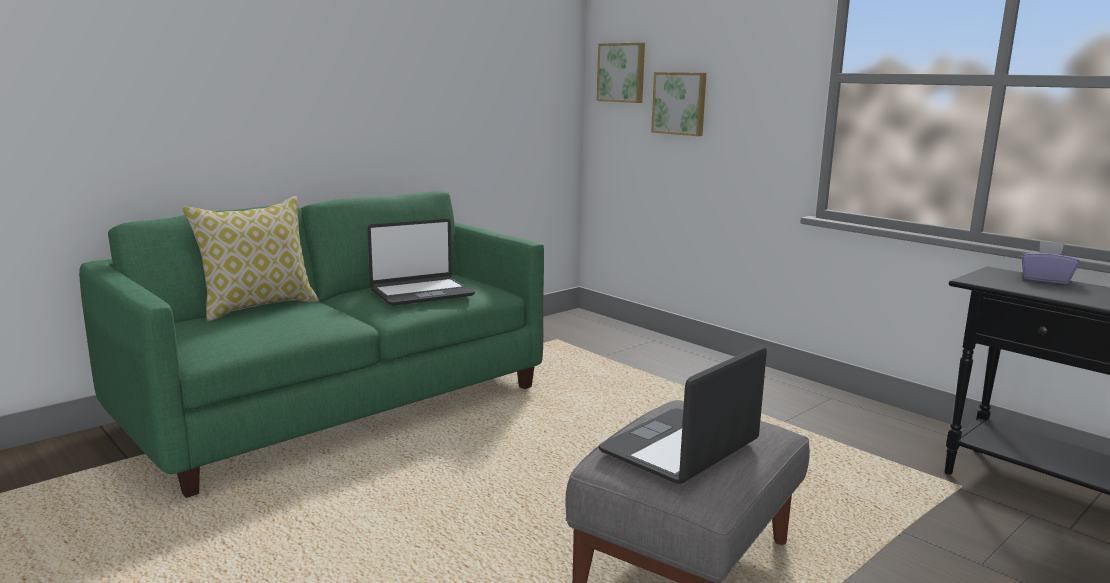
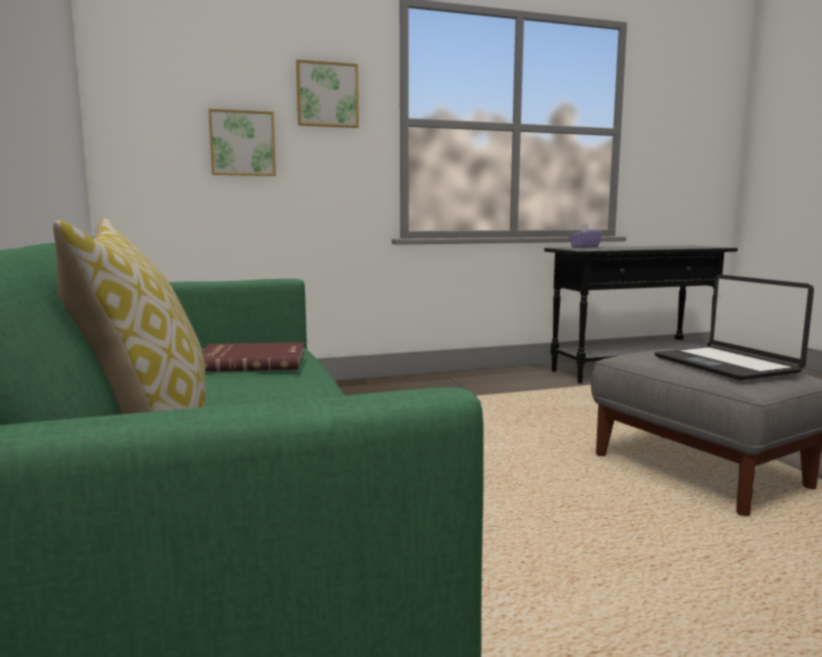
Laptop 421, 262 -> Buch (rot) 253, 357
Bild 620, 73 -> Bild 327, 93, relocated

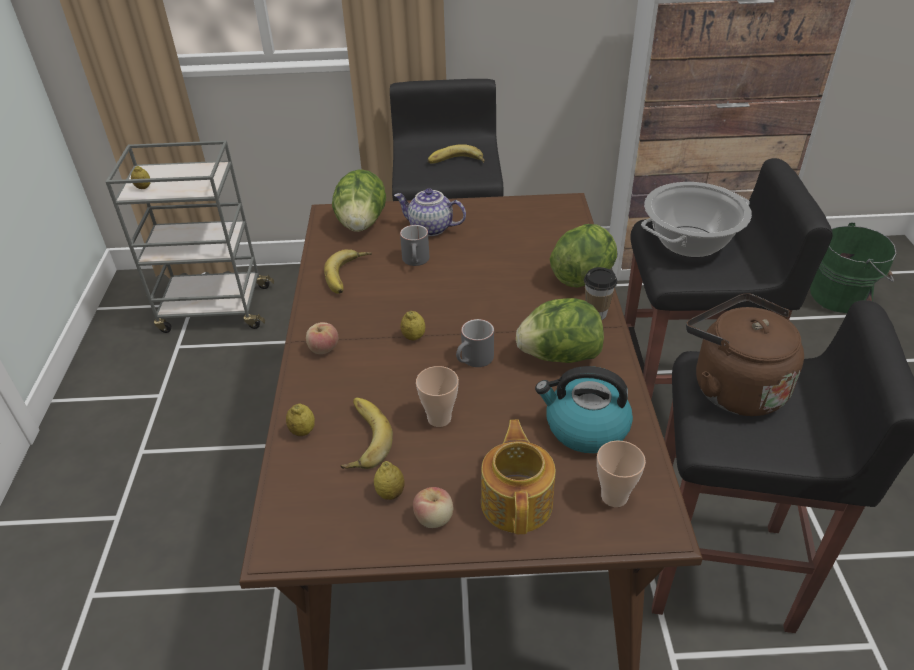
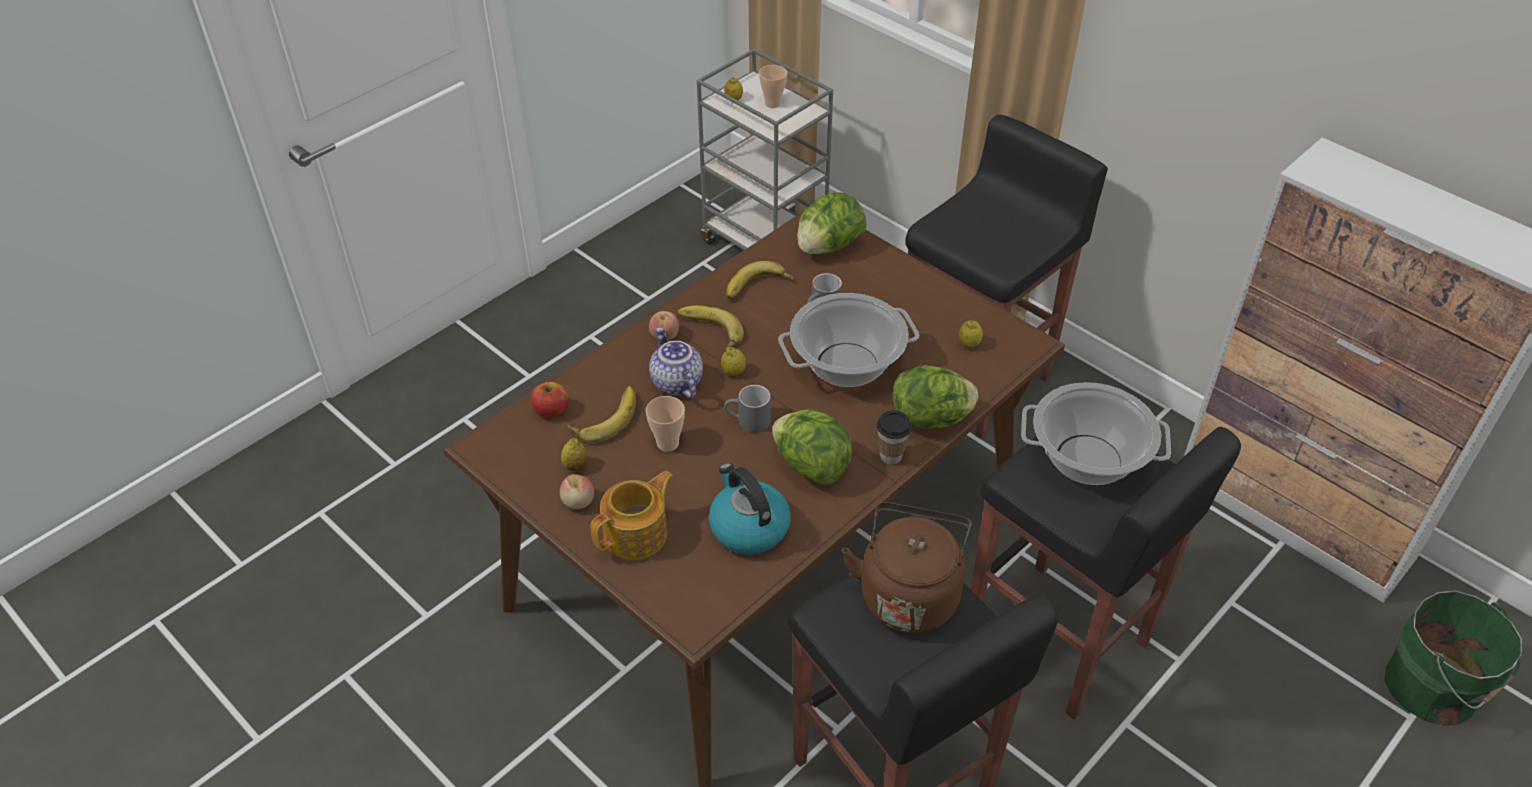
Zitrone 300, 420 -> Zitrone 971, 334, relocated
Teekanne 430, 212 -> Teekanne 676, 363, relocated
Banane 456, 153 -> Banane 711, 328, relocated
Tasse 621, 473 -> Tasse 773, 86, relocated
none -> Apfel 549, 400
none -> Kochtopf 848, 340

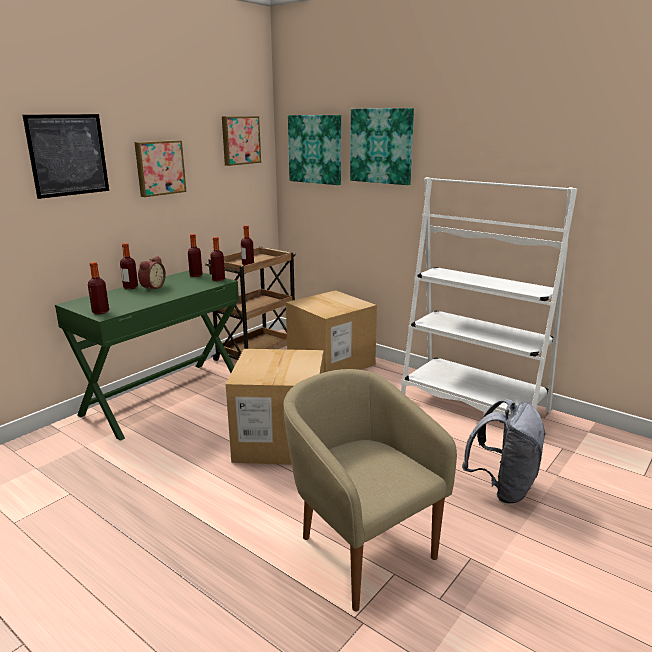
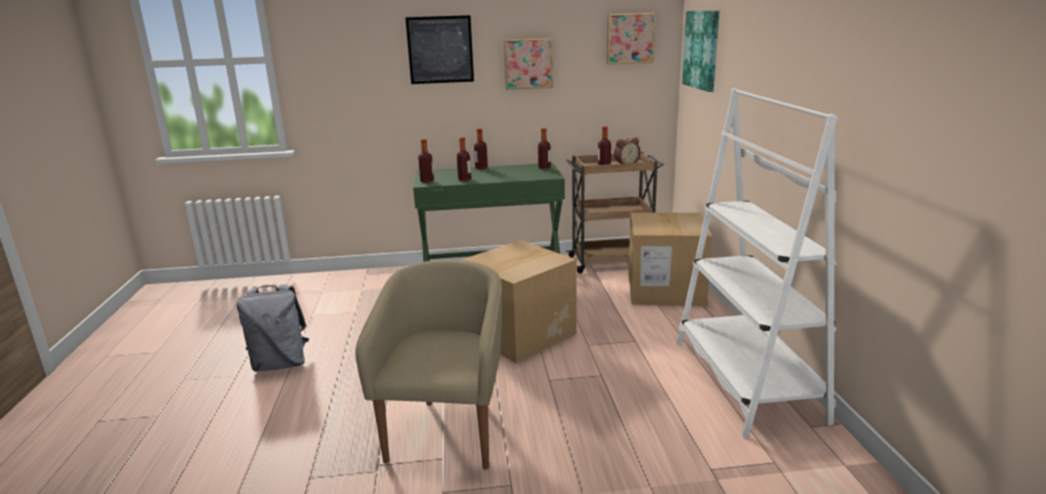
Wecker 152, 273 -> Wecker 627, 150, relocated
Flasche 217, 259 -> Flasche 464, 159, relocated
Bild 382, 146 -> none
Rucksack (grau) 504, 451 -> Rucksack (grau) 273, 328, relocated

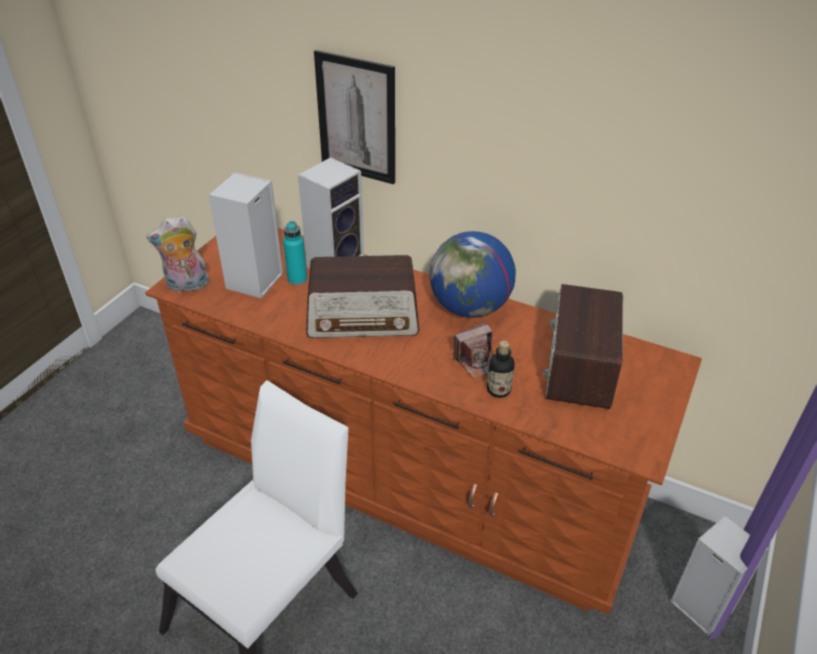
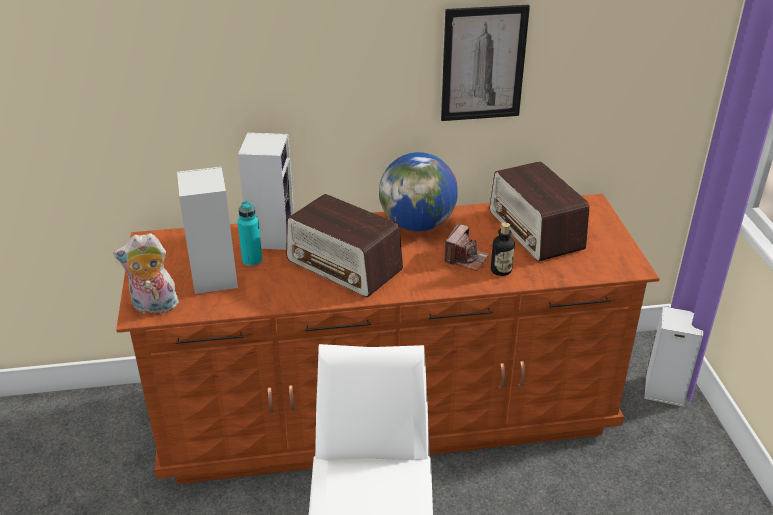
Plüschtier 178, 253 -> Plüschtier 146, 273, 45 degrees clockwise
Radio 362, 296 -> Radio 344, 245, 75 degrees clockwise
Bild 354, 117 -> Bild 485, 63, relocated

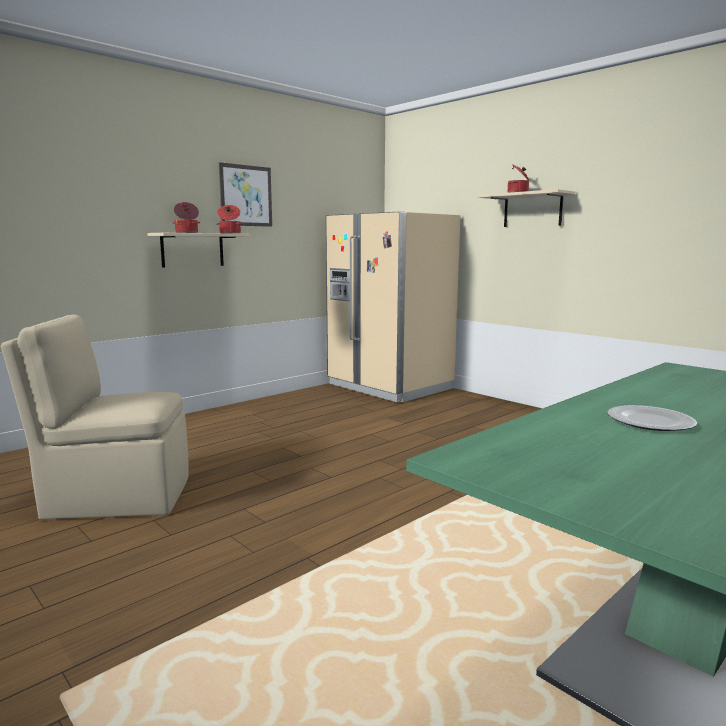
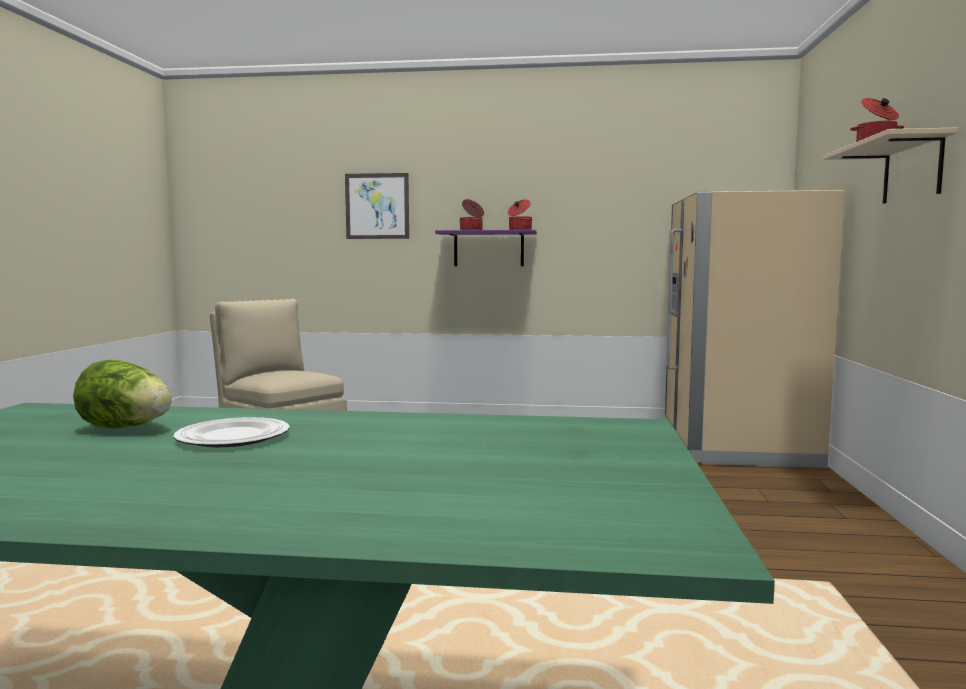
Wandregal (beige) 198, 250 -> Wandregal (lila) 486, 248
Bild 245, 194 -> Bild 377, 206, relocated
none -> Salatkopf 122, 394

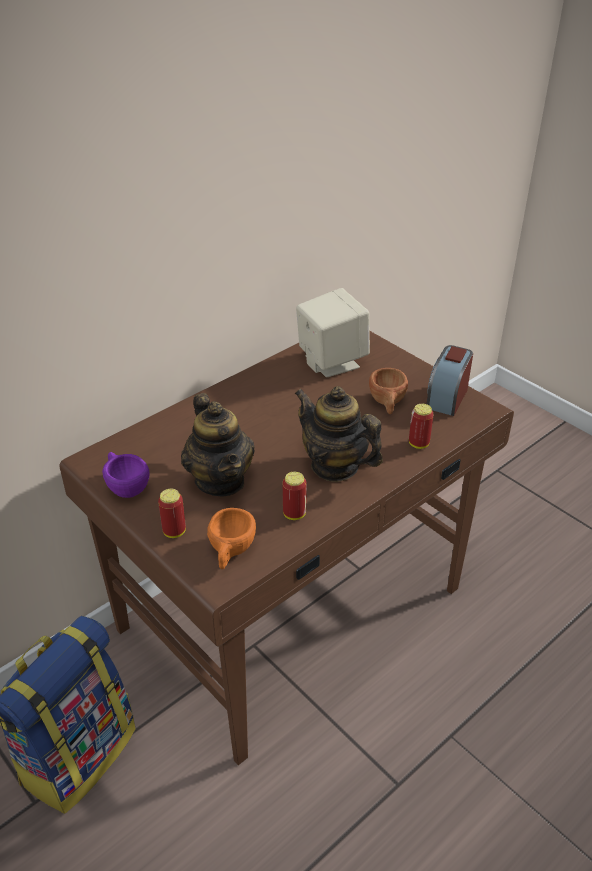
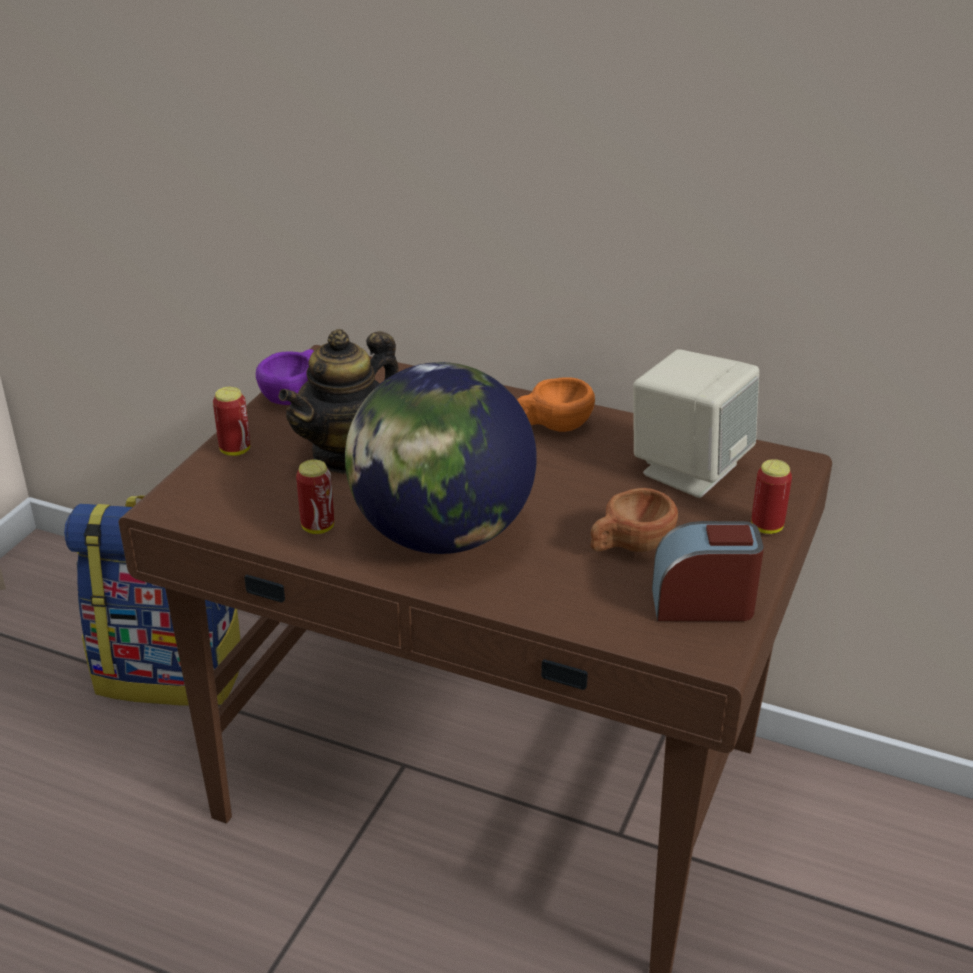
Tasse (orange) 231, 538 -> Tasse (orange) 556, 404, relocated
Teekanne 338, 434 -> Globus 441, 458
Dose 421, 426 -> Dose 771, 496, relocated

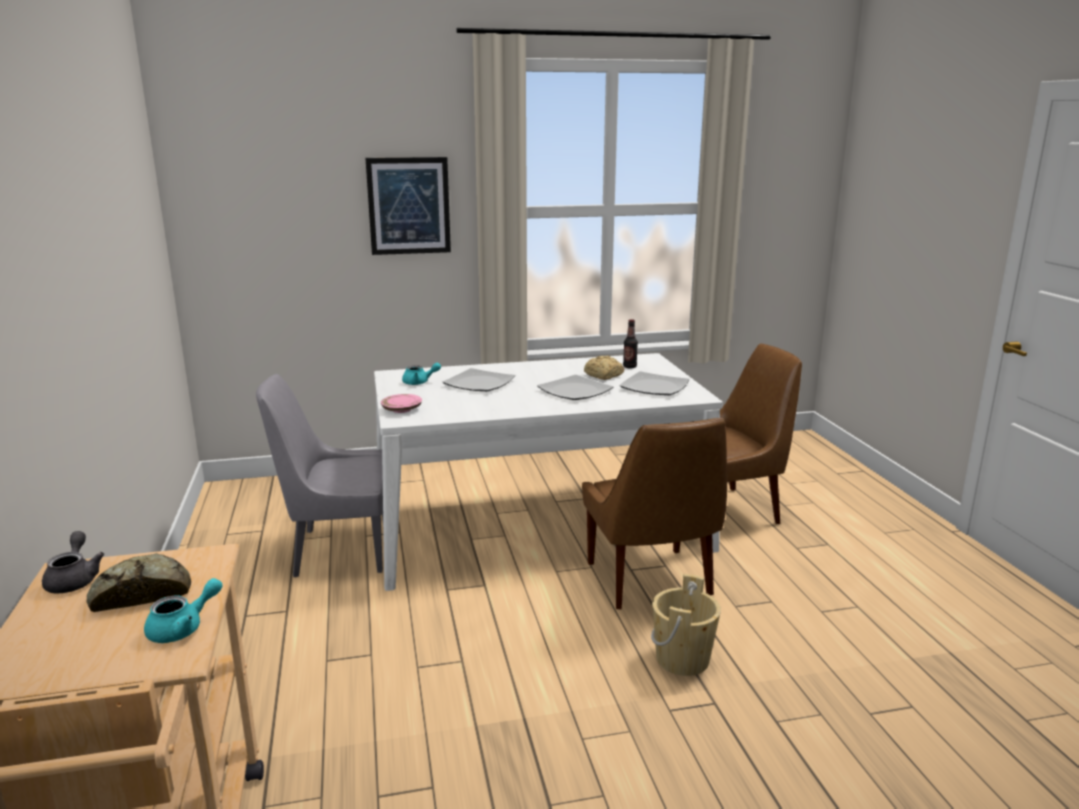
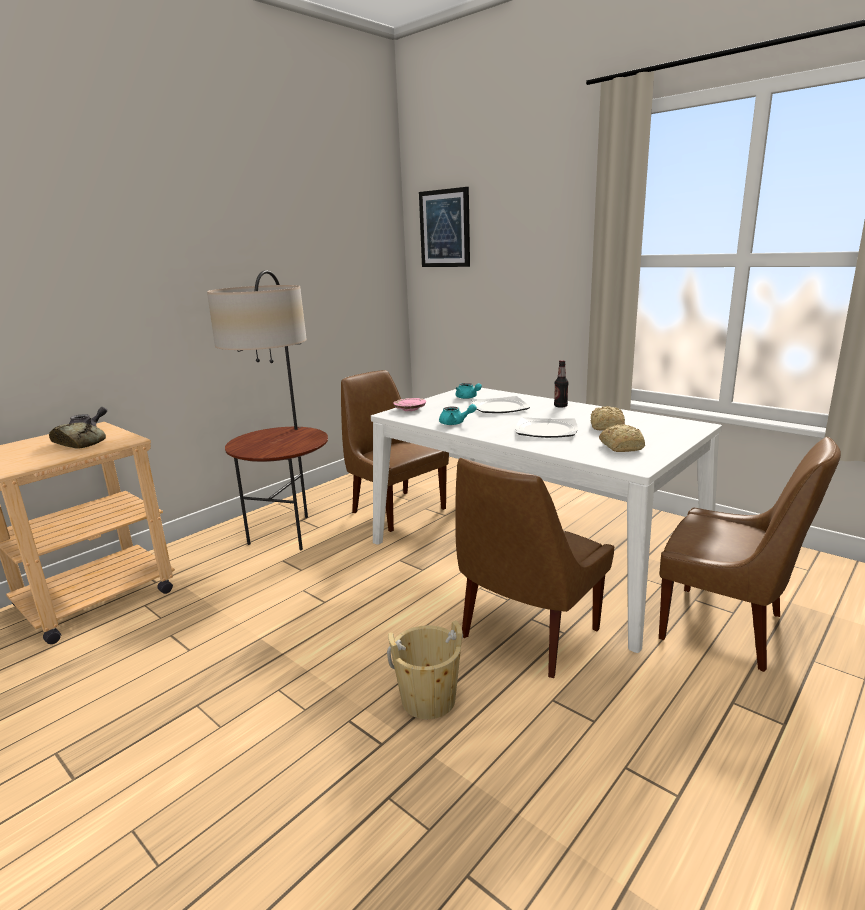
Teekanne (türkis) 183, 610 -> Teekanne (türkis) 458, 414, relocated
Stuhl (grau) 319, 475 -> Stuhl (braun) 395, 451
Bild 408, 206 -> Bild 444, 227, relocated
Teller 654, 383 -> Brot 622, 438
Flasche 630, 343 -> Flasche 561, 384, relocated
none -> Stehlampe 267, 410

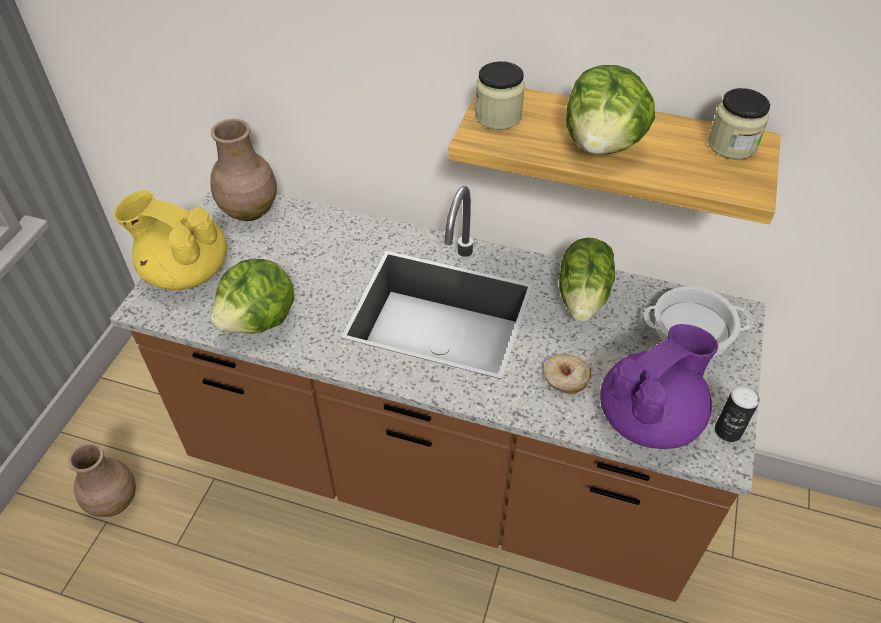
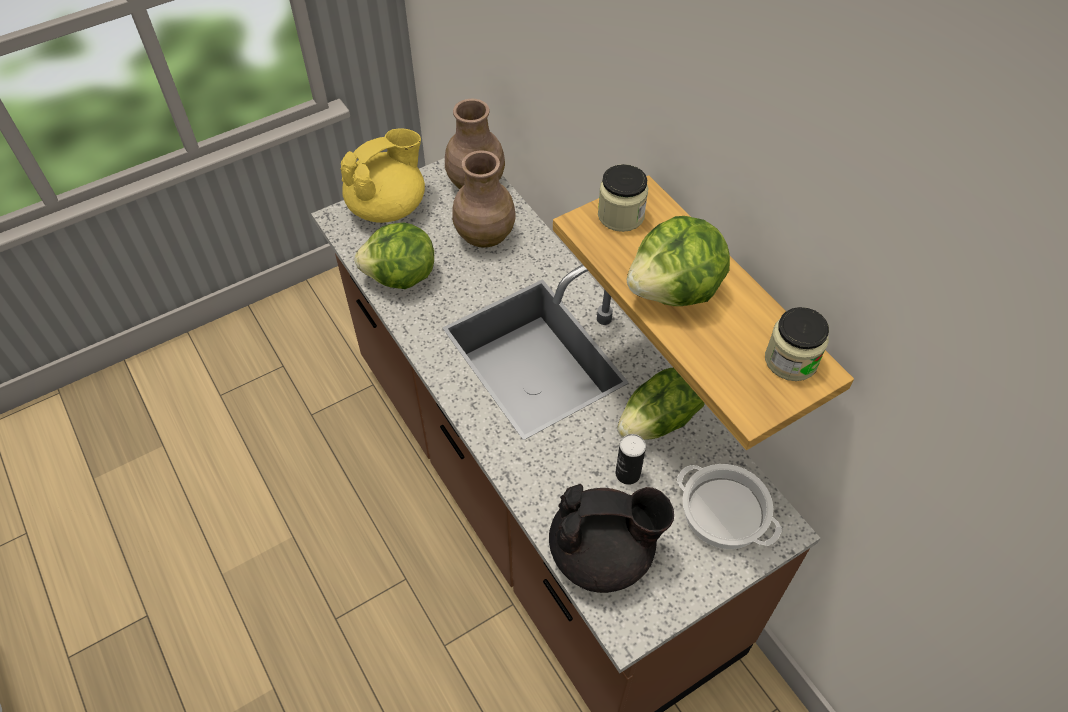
Vase (braun) 102, 479 -> Vase (braun) 484, 199, relocated
Teekanne (gelb) 170, 240 -> Teekanne (gelb) 383, 176, 75 degrees clockwise
Donut 567, 374 -> none
Teekanne (lila) 659, 386 -> Teekanne (schwarz) 611, 538
Dose 737, 413 -> Dose 630, 459, relocated

